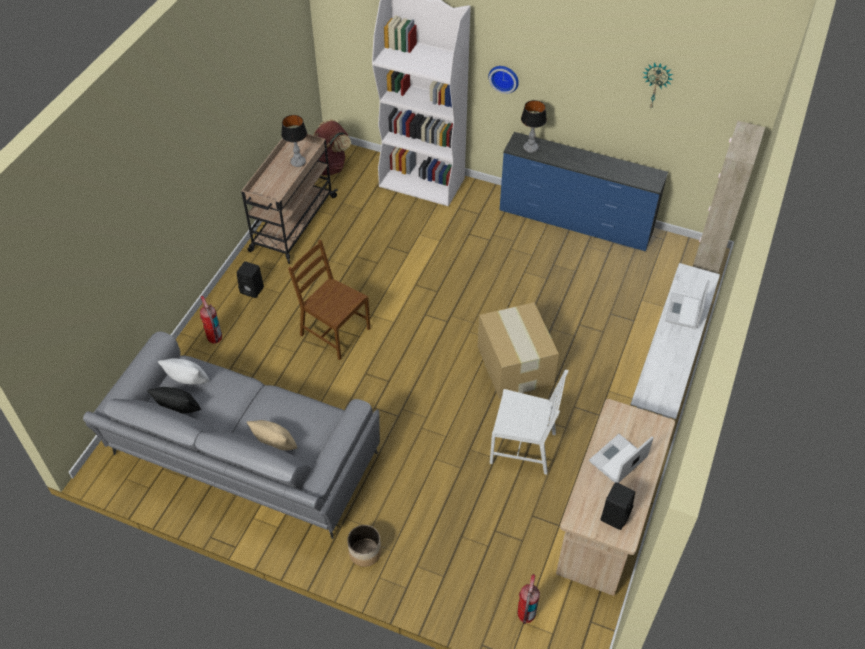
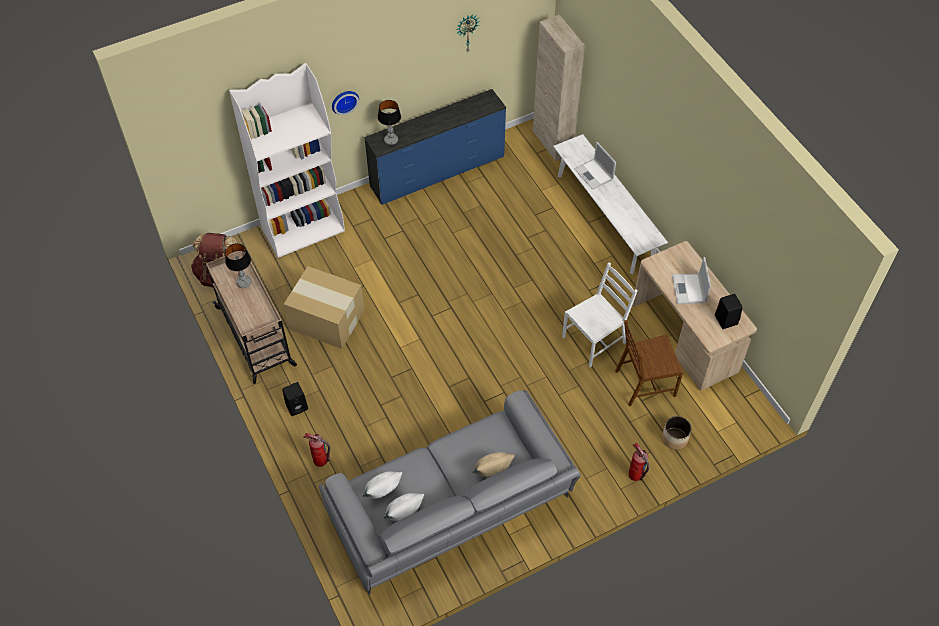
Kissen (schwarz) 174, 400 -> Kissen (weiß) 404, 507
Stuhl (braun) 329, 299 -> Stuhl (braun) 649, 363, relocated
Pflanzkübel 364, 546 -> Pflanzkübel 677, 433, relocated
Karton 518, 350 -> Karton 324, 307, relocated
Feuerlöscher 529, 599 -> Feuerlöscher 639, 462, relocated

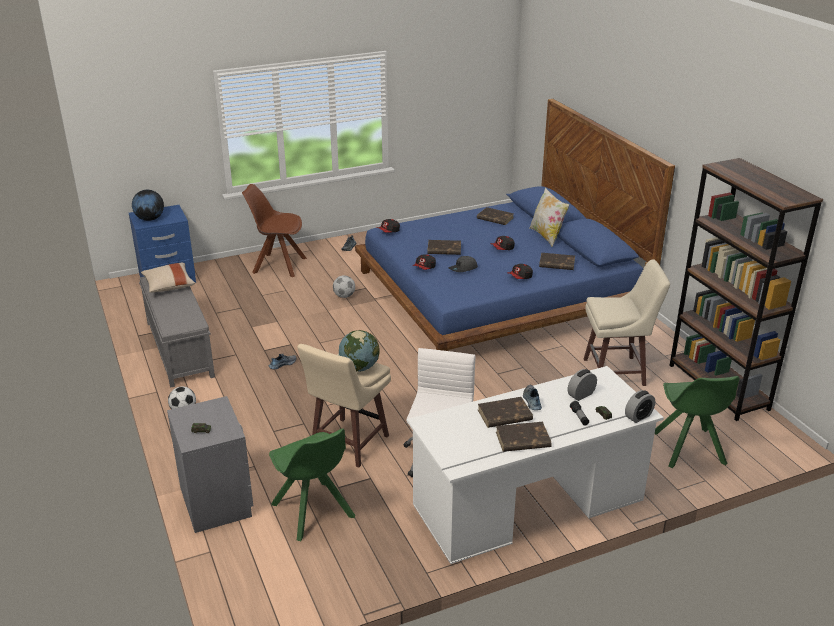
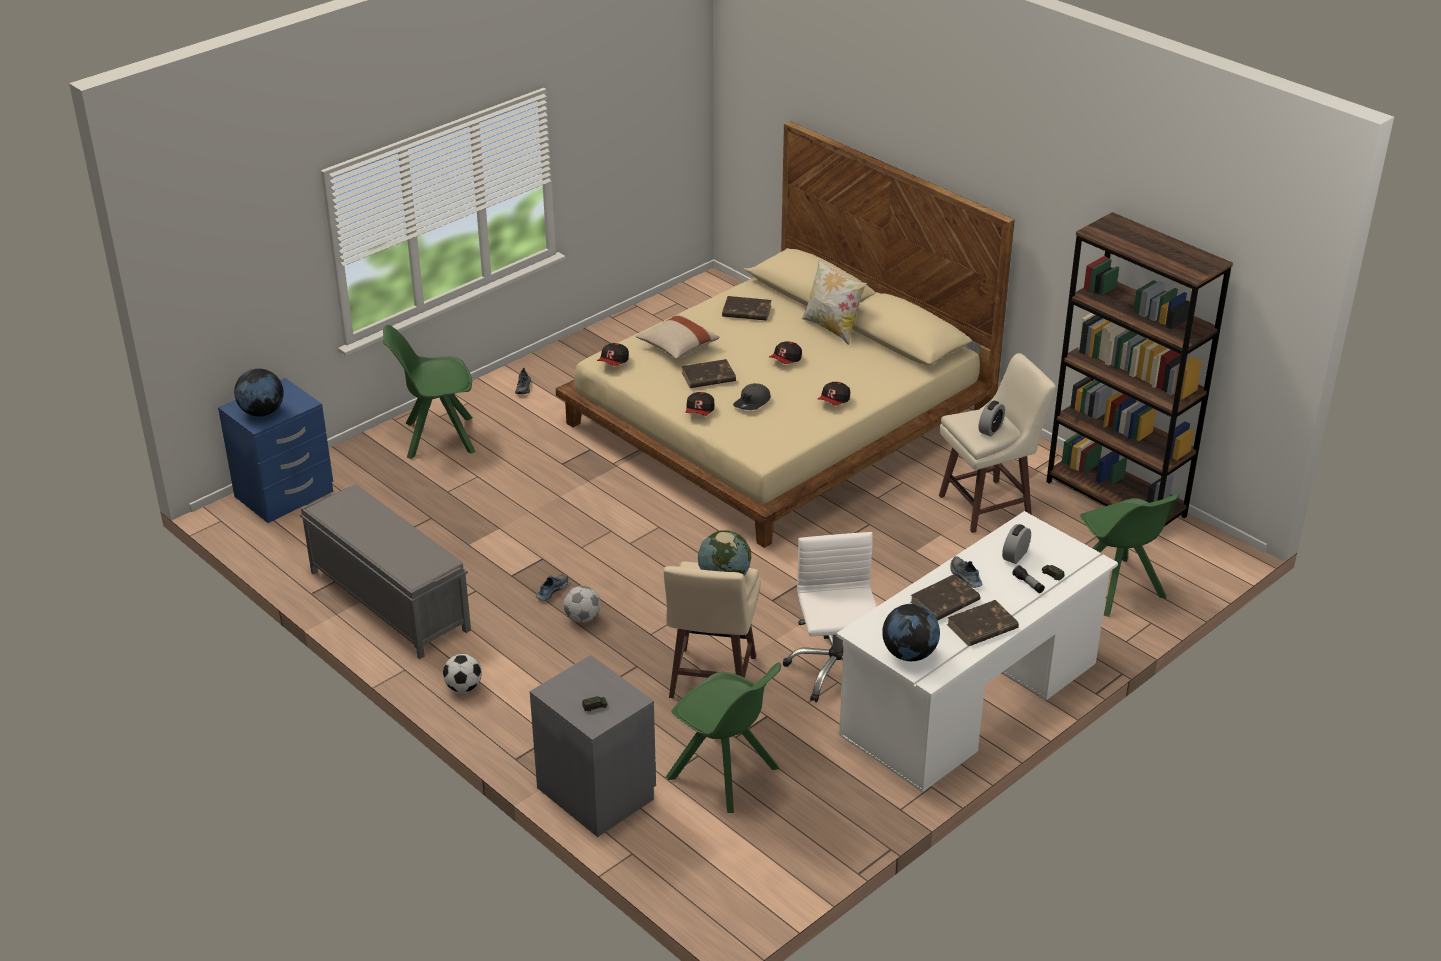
Kissen (beige) 168, 277 -> Kissen (beige) 677, 336, relocated
Stuhl (braun) 274, 230 -> Stuhl (grün) 429, 392
Fußball 344, 286 -> Fußball 581, 604, relocated
Bett (blau) 515, 225 -> Bett (beige) 785, 334
Buch (braun) 557, 261 -> none
Wecker 640, 406 -> Wecker 992, 418, relocated
none -> Globus 911, 632

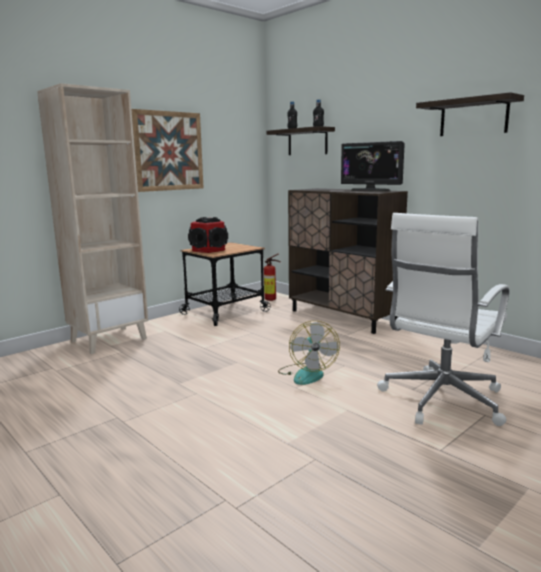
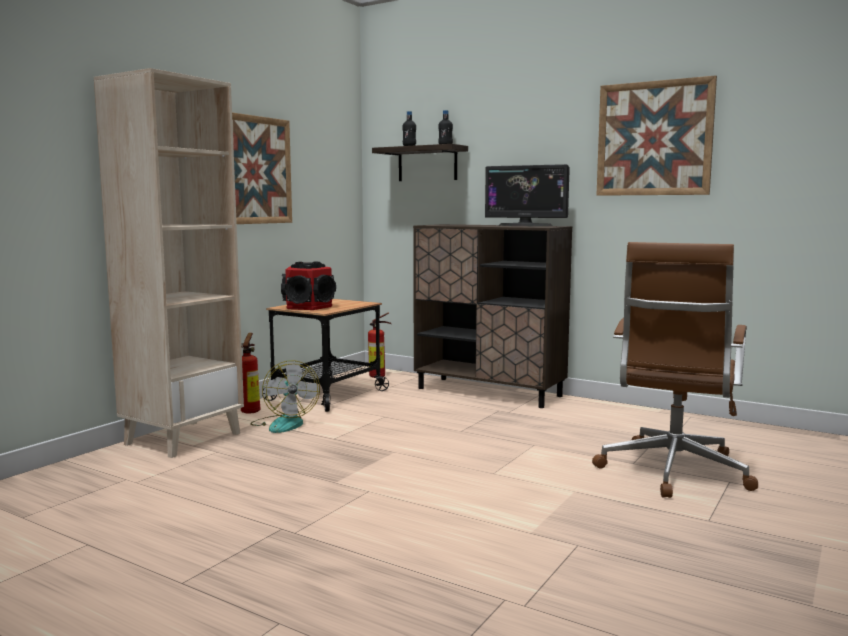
Ventilator 309, 353 -> Ventilator 285, 396, relocated
Bürostuhl (weiß) 443, 319 -> Bürostuhl (braun) 675, 370
Wandregal 470, 114 -> Bild 657, 135
none -> Feuerlöscher 251, 373

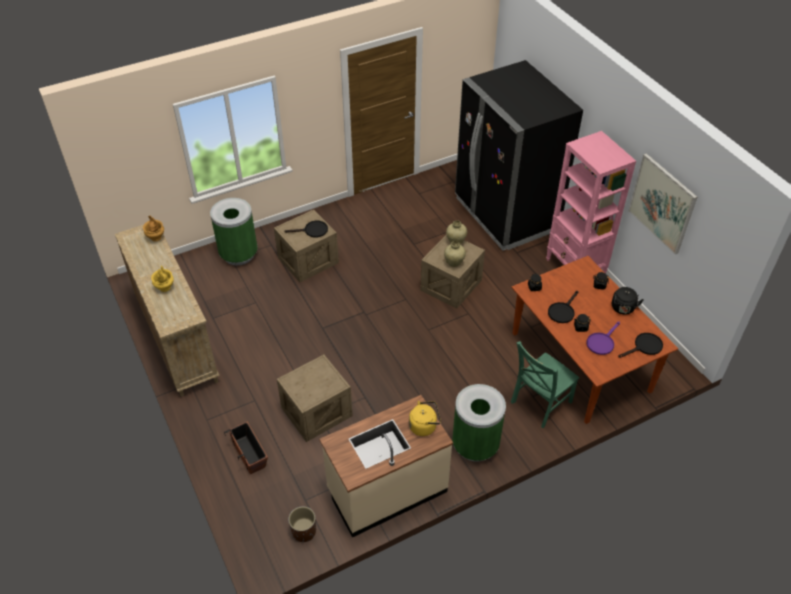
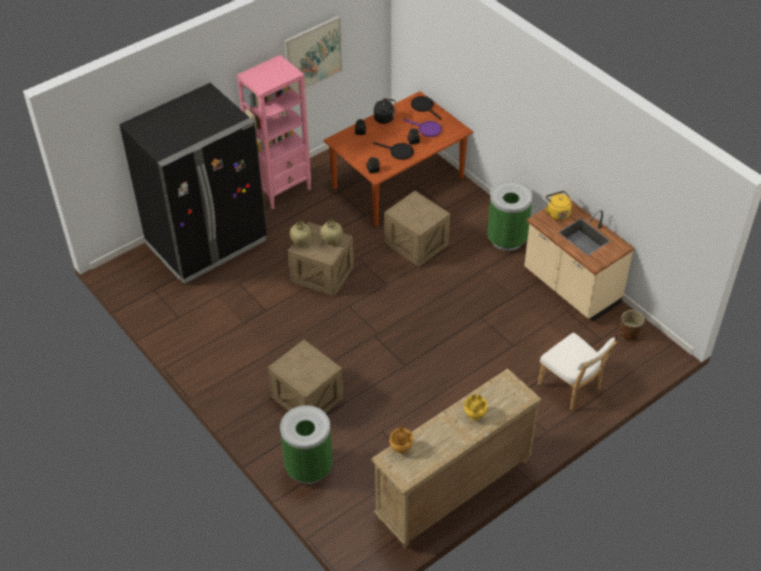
Pflanzkübel 246, 447 -> Stuhl (weiß) 577, 372
Kiste 315, 398 -> Kiste 417, 229, relocated
Pfanne (schwarz) 306, 229 -> none
Stuhl (grün) 545, 384 -> none

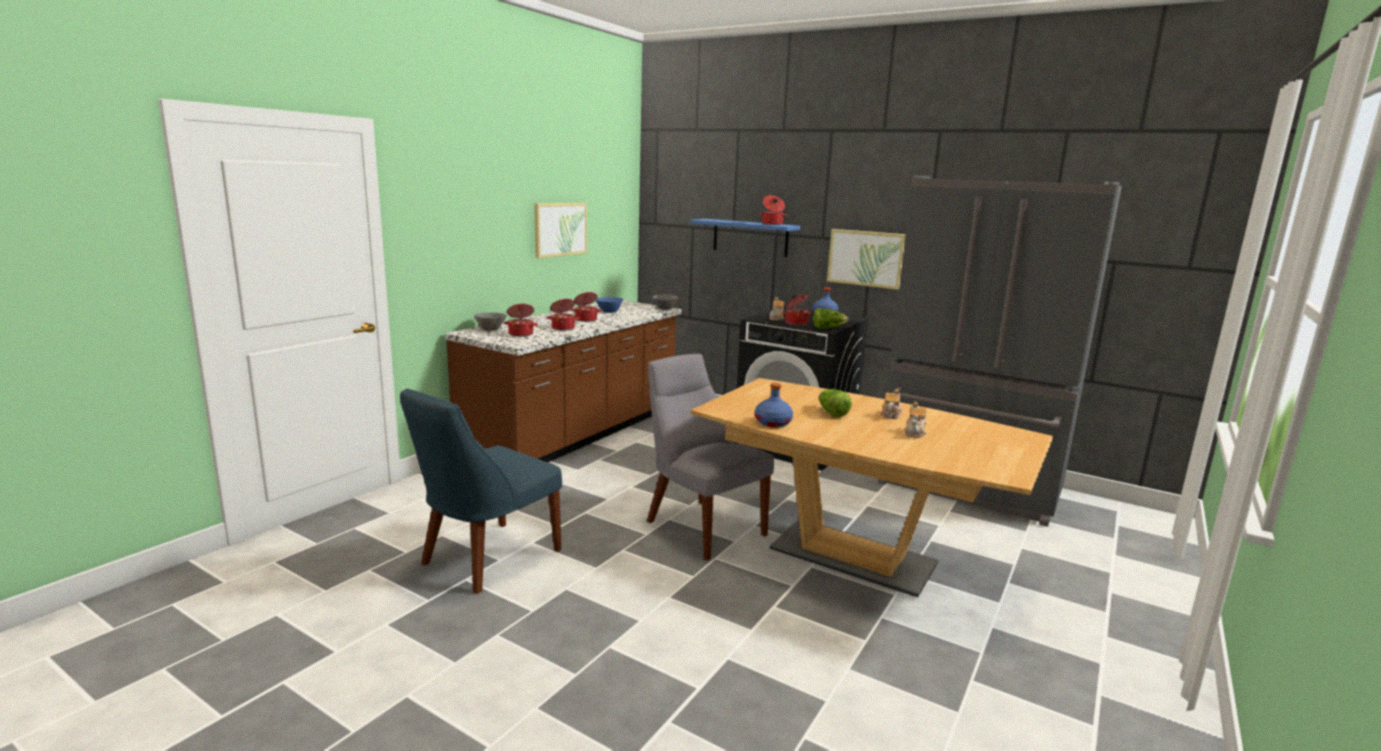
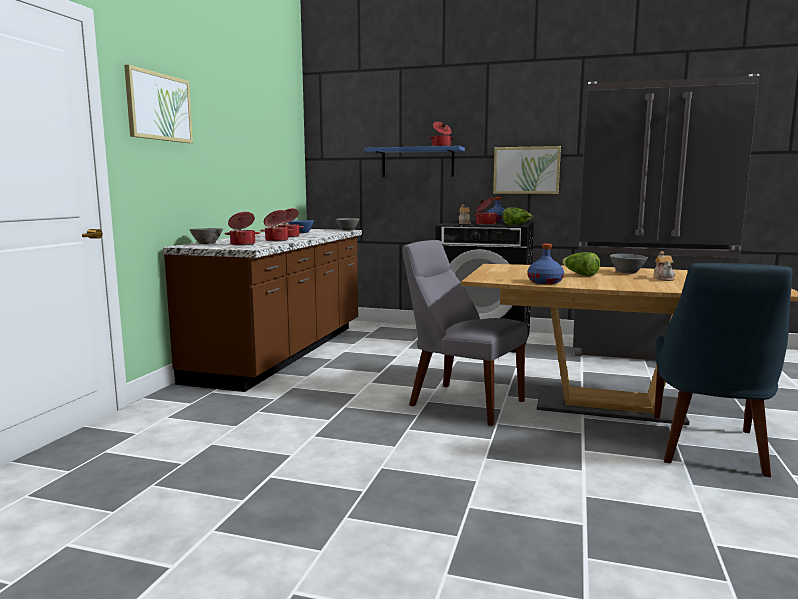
Stuhl (blau) 481, 491 -> Stuhl (blau) 723, 370, relocated
Bild 560, 230 -> Bild 158, 104, relocated
Teekanne 891, 404 -> Schüssel (grau) 629, 264

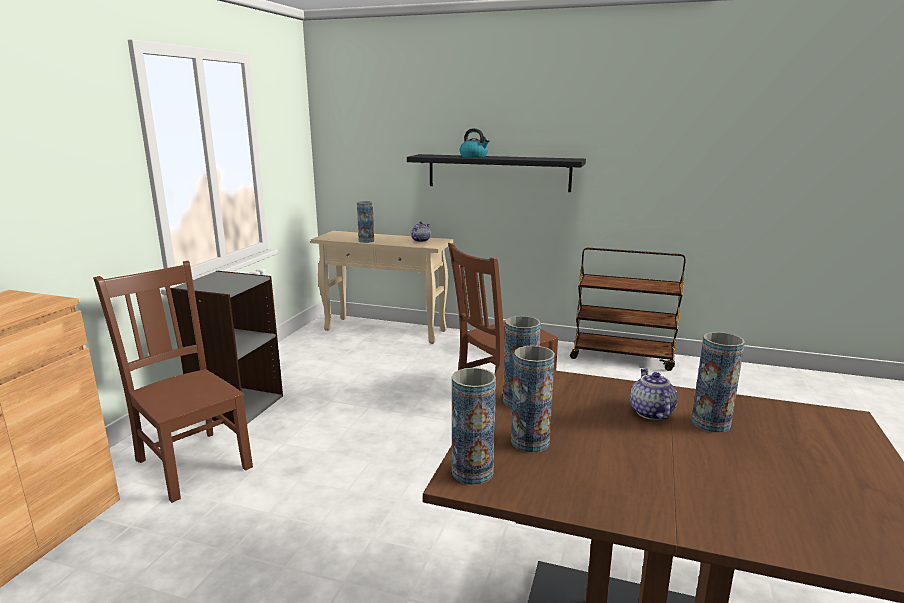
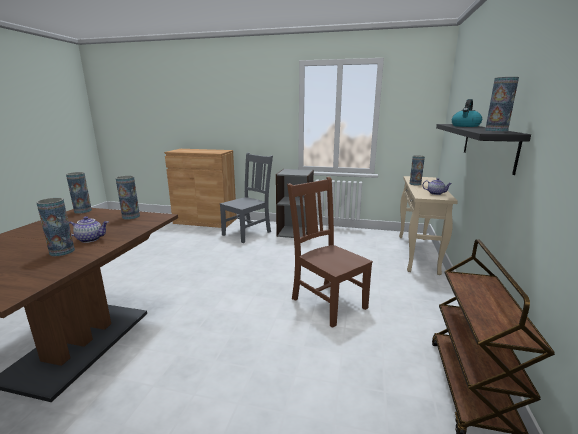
Stuhl (braun) 173, 382 -> Stuhl (grau) 246, 198
Vase 533, 399 -> Vase 502, 104, relocated

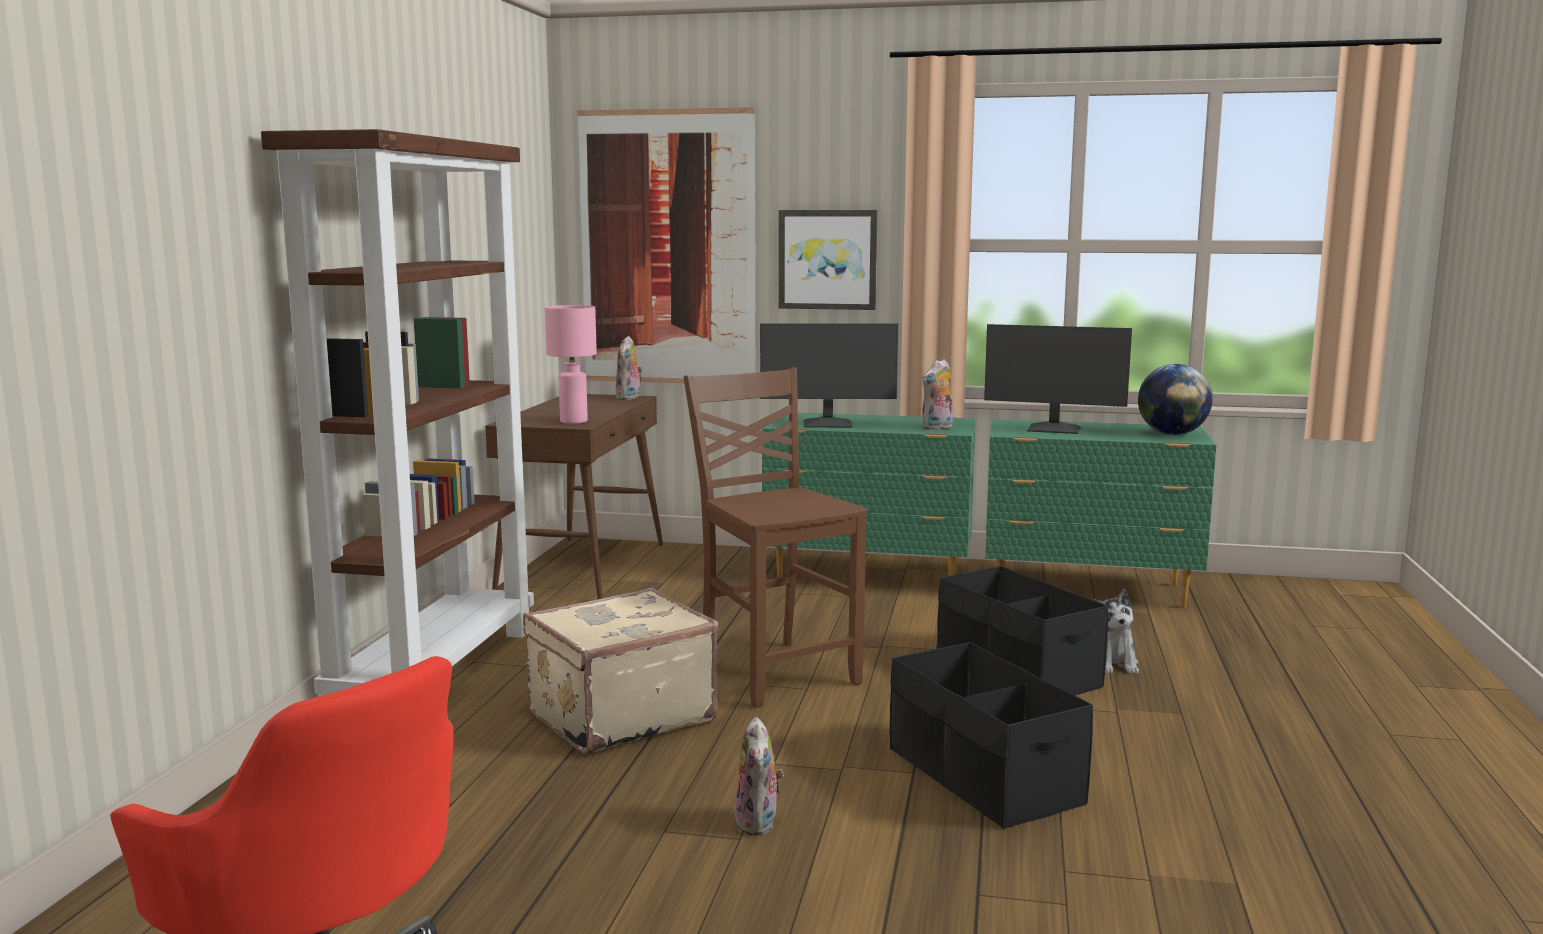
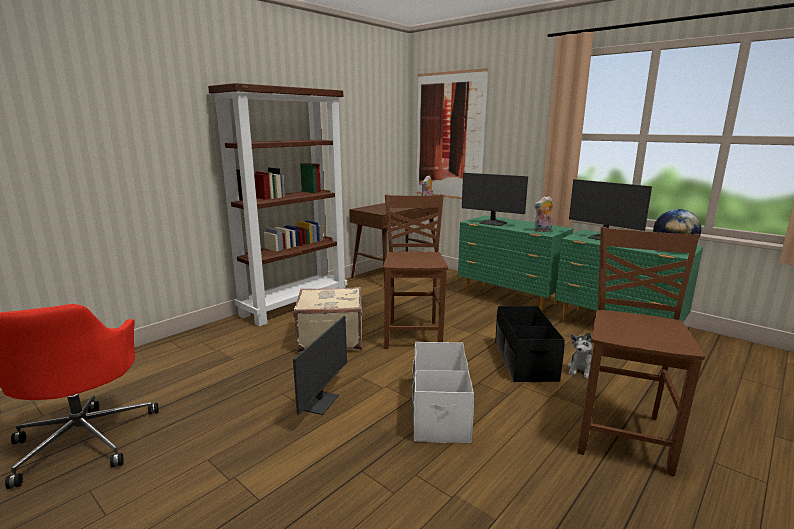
Tischlampe (rosa) 571, 364 -> none
Plüschtier 759, 776 -> Monitor 320, 365
Bild 828, 260 -> none
Aufbewahrungsbox (schwarz) 991, 735 -> Aufbewahrungsbox (weiß) 443, 392
none -> Stuhl (braun) 641, 351

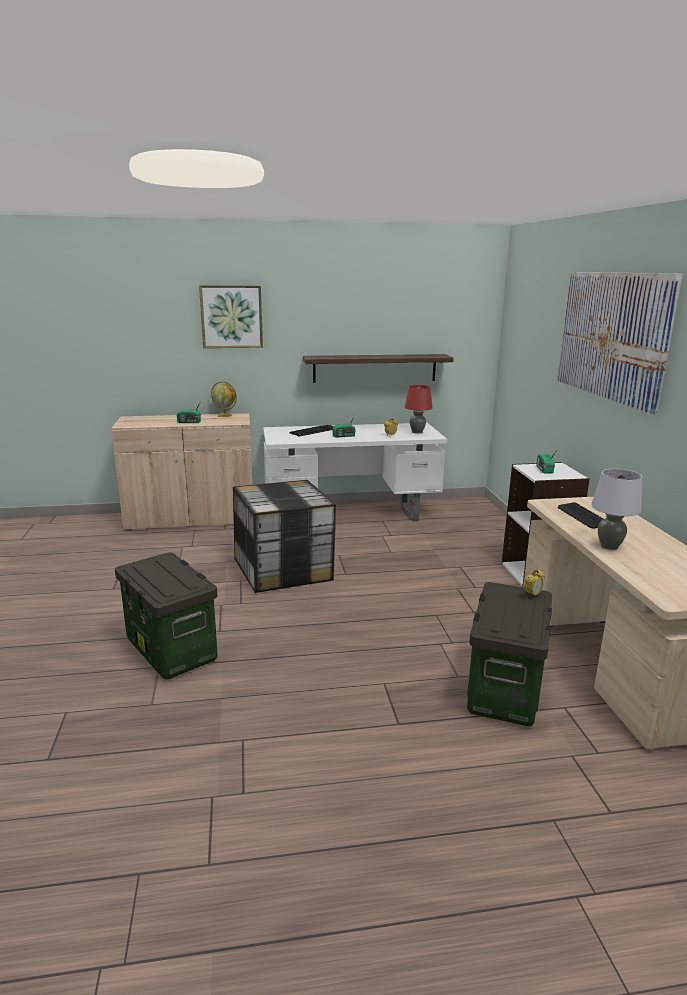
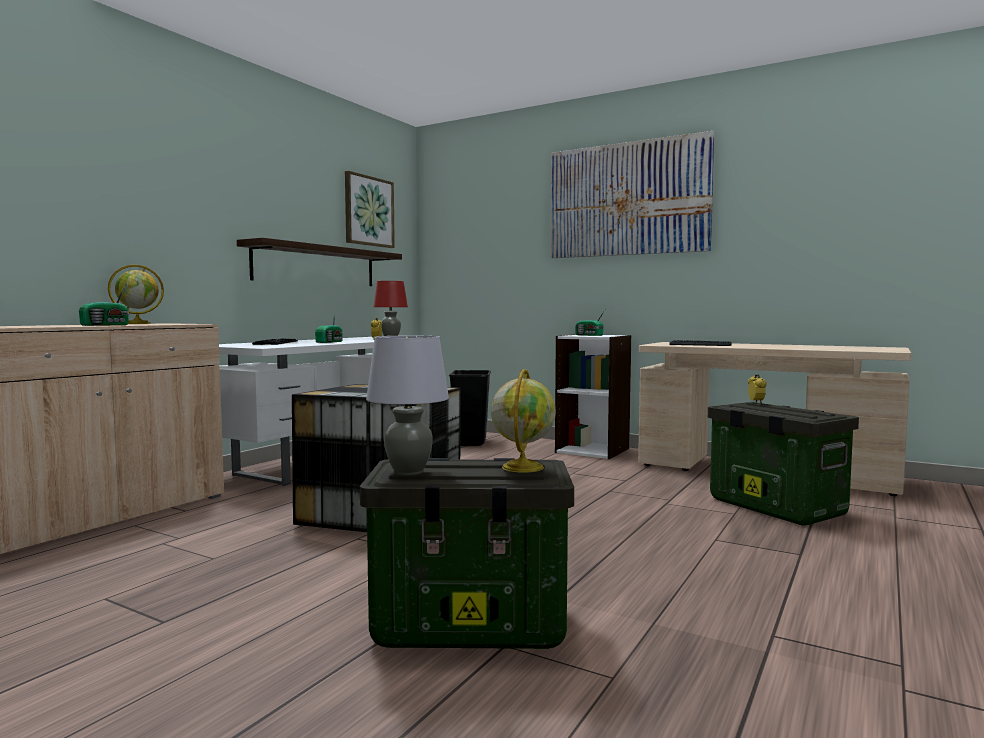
Bild 231, 316 -> Bild 370, 209, relocated
Tischlampe (grau) 616, 509 -> Tischlampe (grau) 407, 406, relocated
none -> Mülleimer (schwarz) 470, 408
none -> Globus 523, 421

